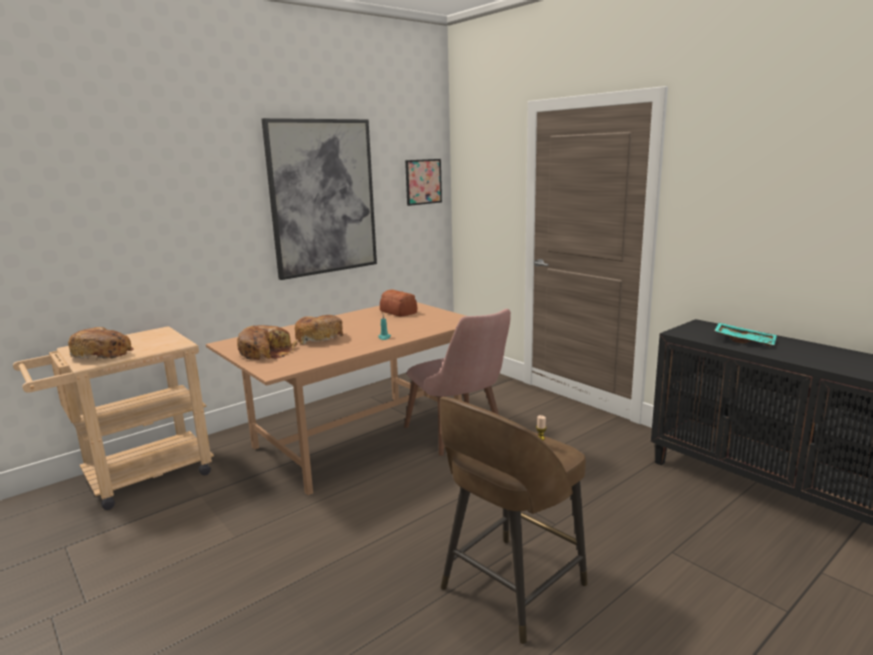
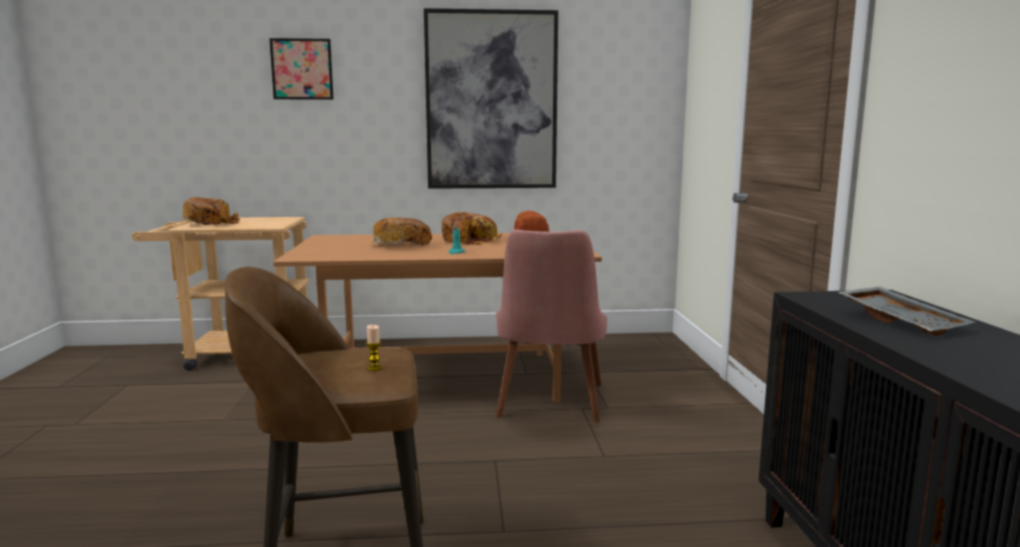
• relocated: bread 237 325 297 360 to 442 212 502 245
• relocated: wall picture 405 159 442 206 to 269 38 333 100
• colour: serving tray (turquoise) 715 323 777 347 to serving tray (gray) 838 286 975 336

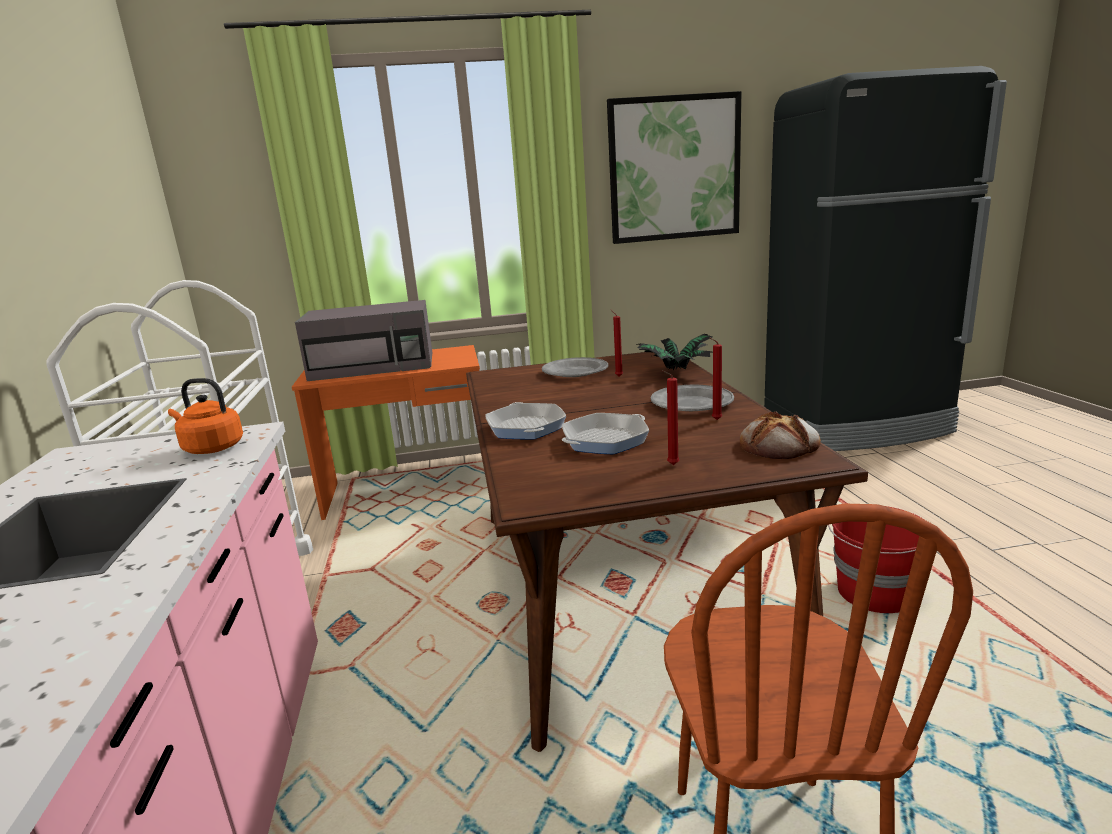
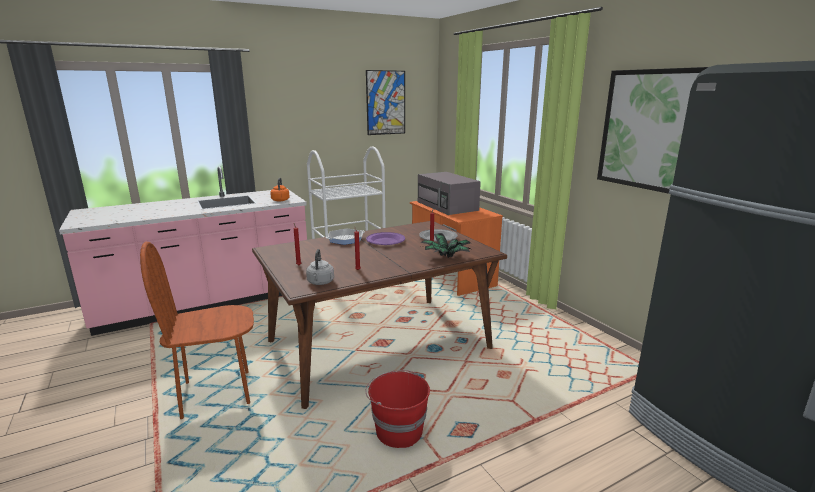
• missing: pan 562 413 649 454
• missing: flat dish (gray) 651 385 734 411
• appeared: wall picture 366 70 405 135
• appeared: flat dish (purple-coloured) 366 232 405 245
• exchanged: bread 740 411 821 459 to kettle (gray) 306 249 334 285

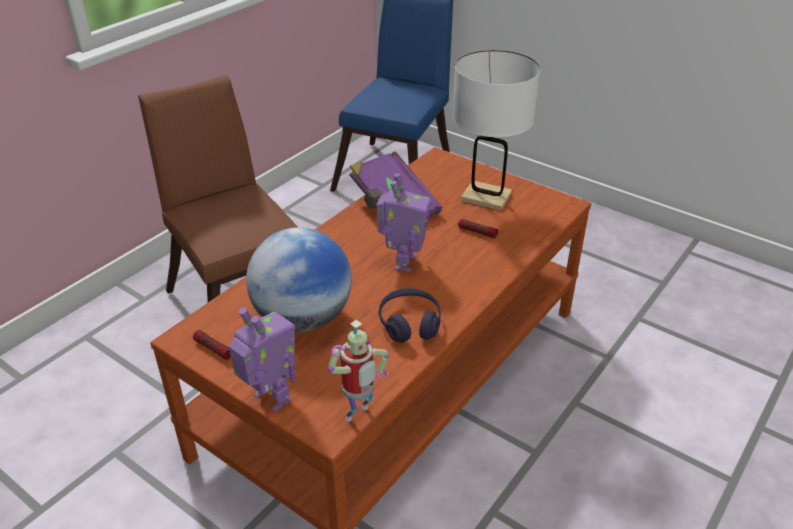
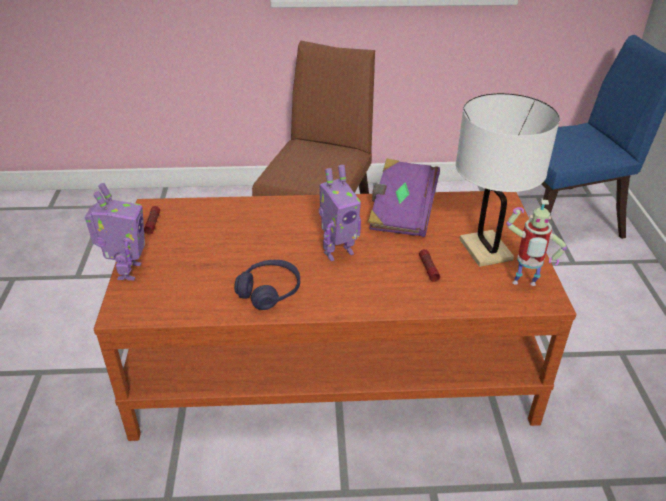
• missing: desk globe 246 227 352 332
• relocated: toy robot 328 320 389 422 to 506 200 567 286

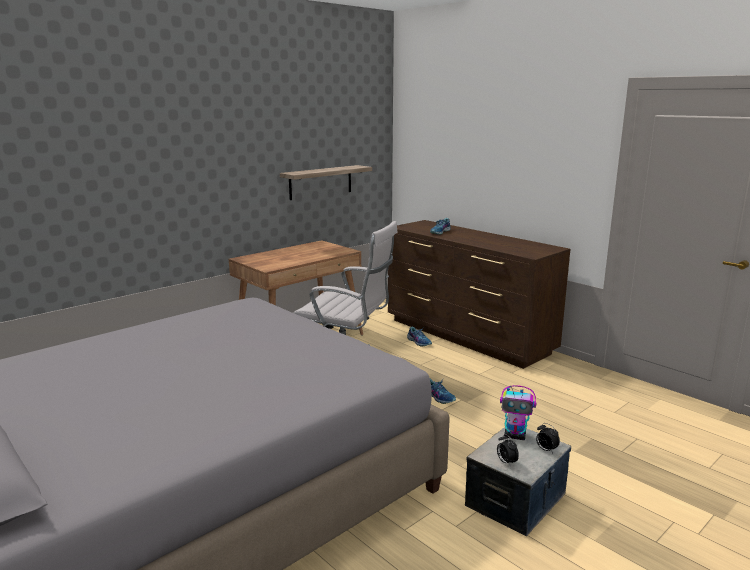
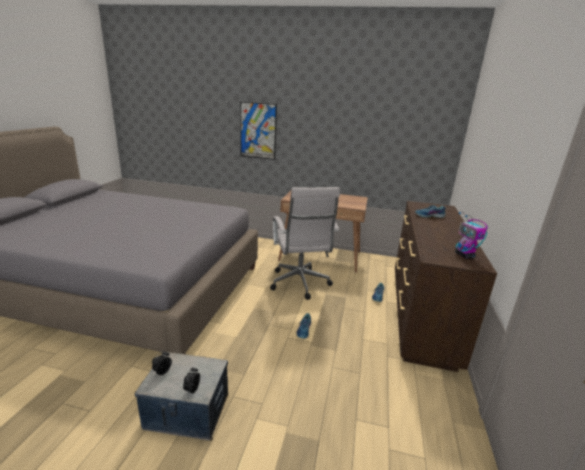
• missing: shelf 280 165 372 200
• appeared: wall picture 240 102 277 160
• relocated: toy robot 500 385 536 440 to 455 212 488 259

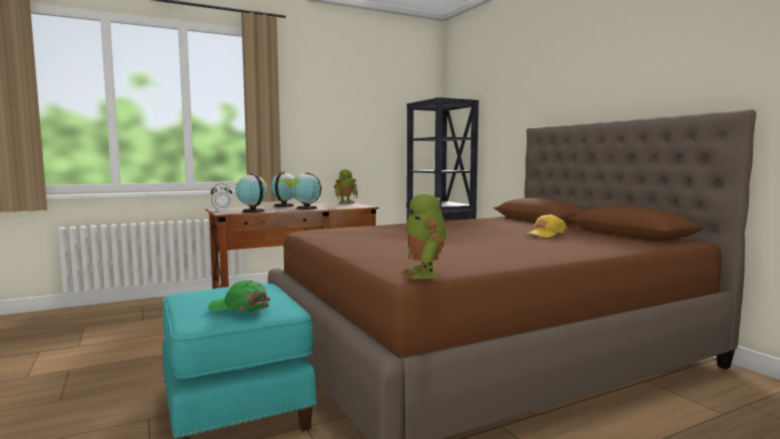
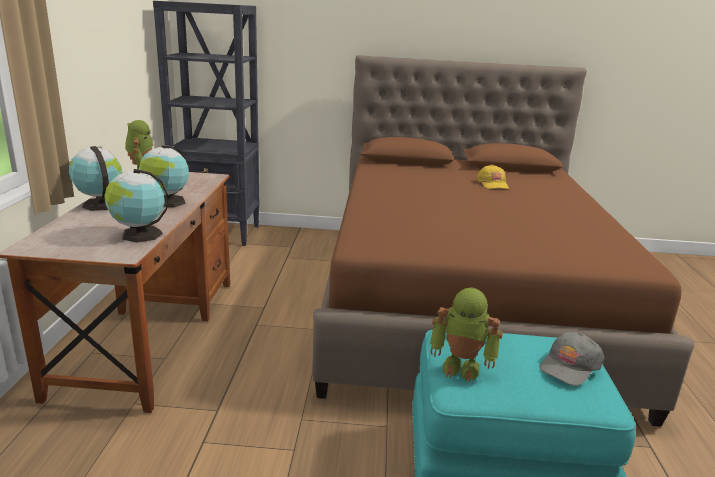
• missing: alarm clock 211 183 233 212
• relocated: toy robot 401 192 447 279 to 430 287 503 382
• colour: baseball cap (green) 209 280 270 312 to baseball cap (gray) 540 332 604 386

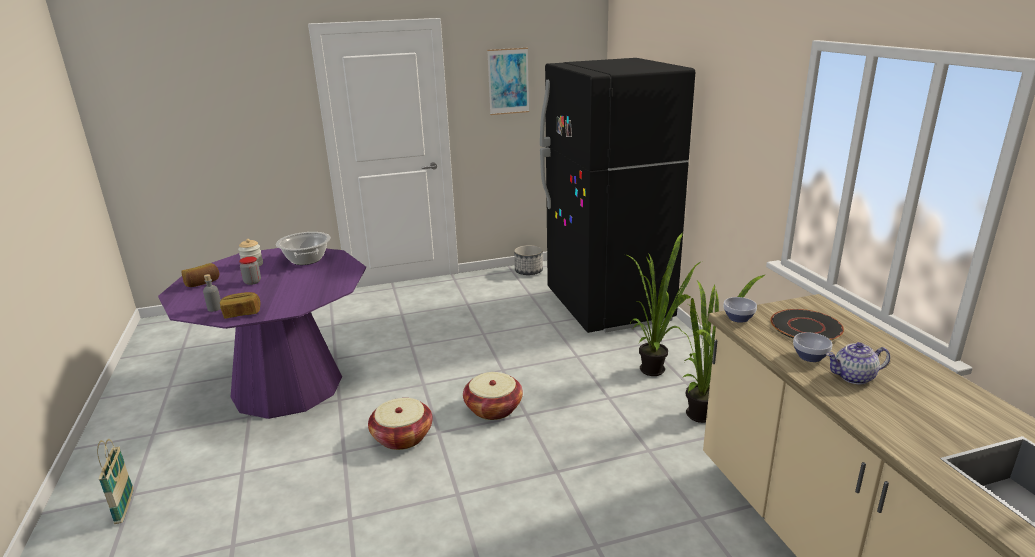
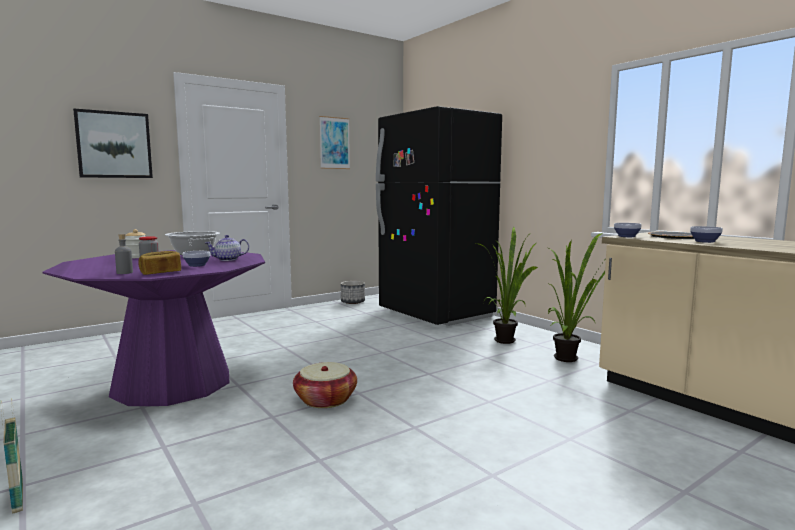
• missing: bread 181 263 219 287
• missing: household basket 463 372 523 420
• appeared: wall picture 73 109 153 178
• appeared: serving bowl 183 251 210 267
• relocated: tea pot 826 342 890 384 to 205 235 249 261

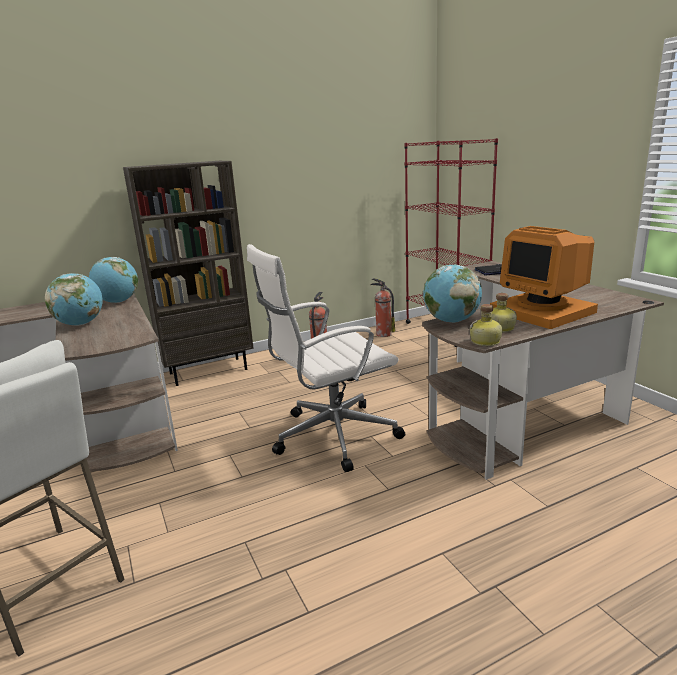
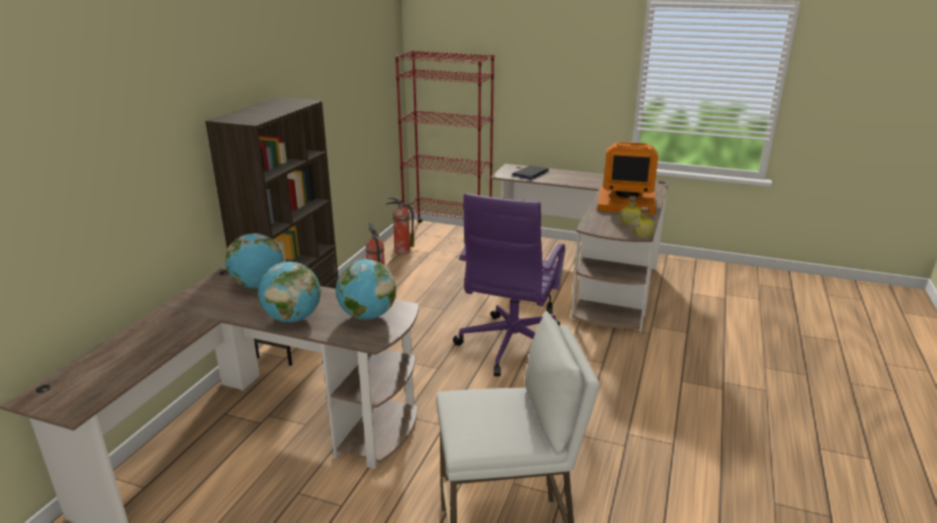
• relocated: desk globe 423 265 482 323 to 336 259 396 320
• colour: computer chair (white-coloured) 247 244 405 472 to computer chair (purple-coloured) 453 193 565 376

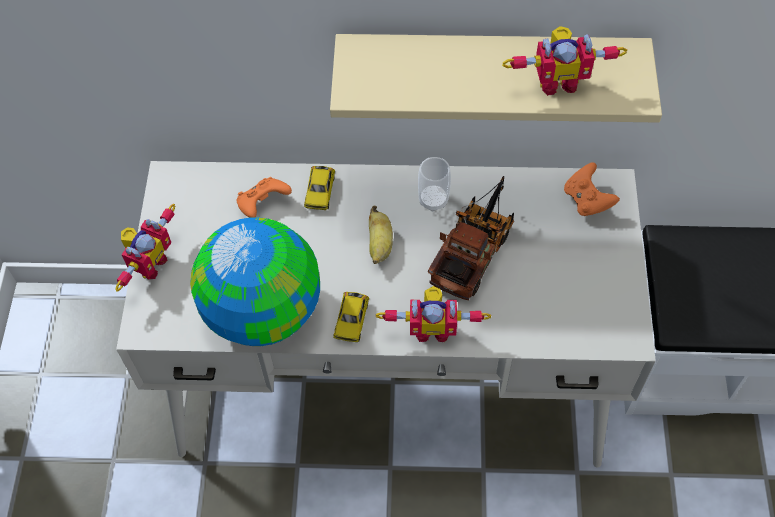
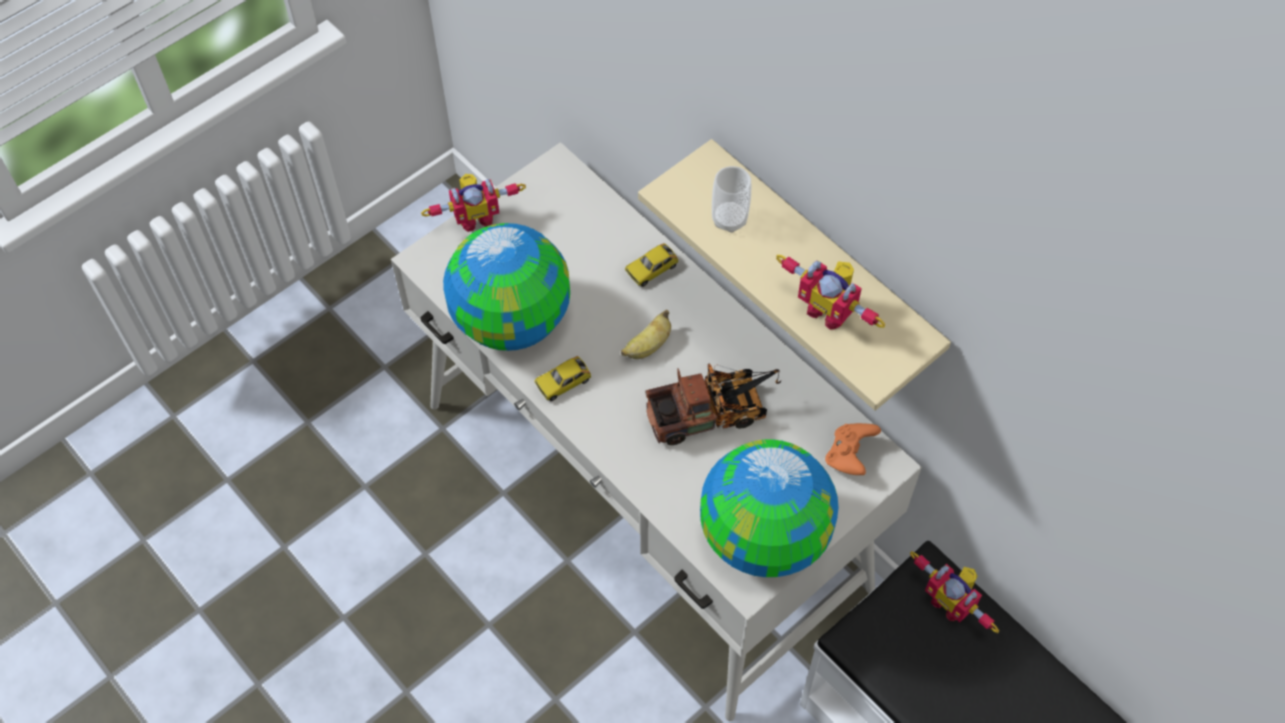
• missing: gamepad (orangey) 236 177 292 218
• appeared: desk globe 700 439 838 577
• relocated: toy robot 376 286 491 342 to 910 551 999 633
• relocated: small cup 418 157 451 211 to 712 166 751 233

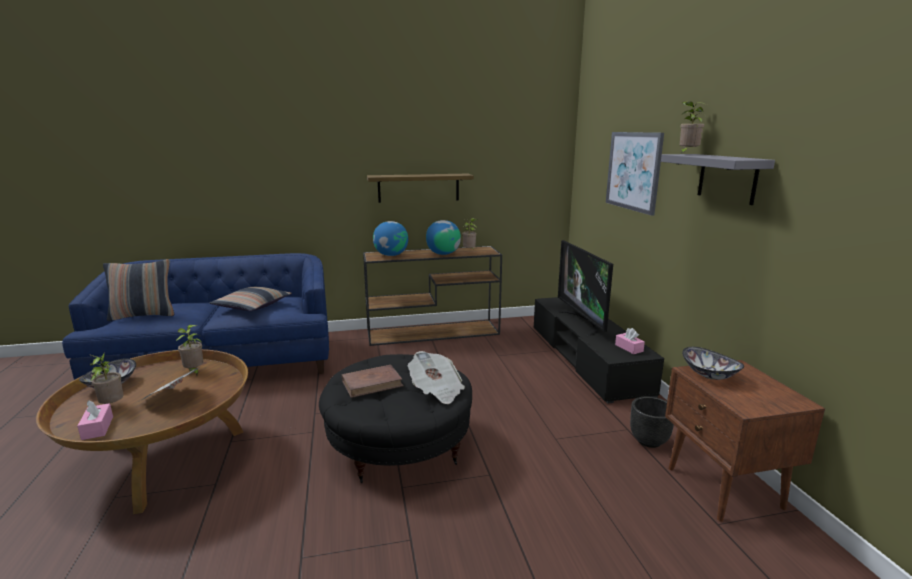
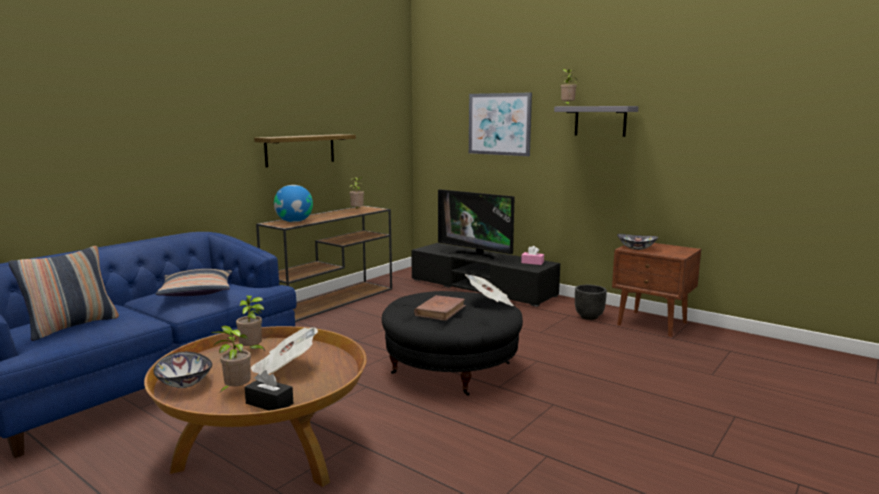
• missing: desk globe 426 220 461 255
• colour: box of tissues (pink) 77 400 113 440 to box of tissues (blackish) 245 370 293 411

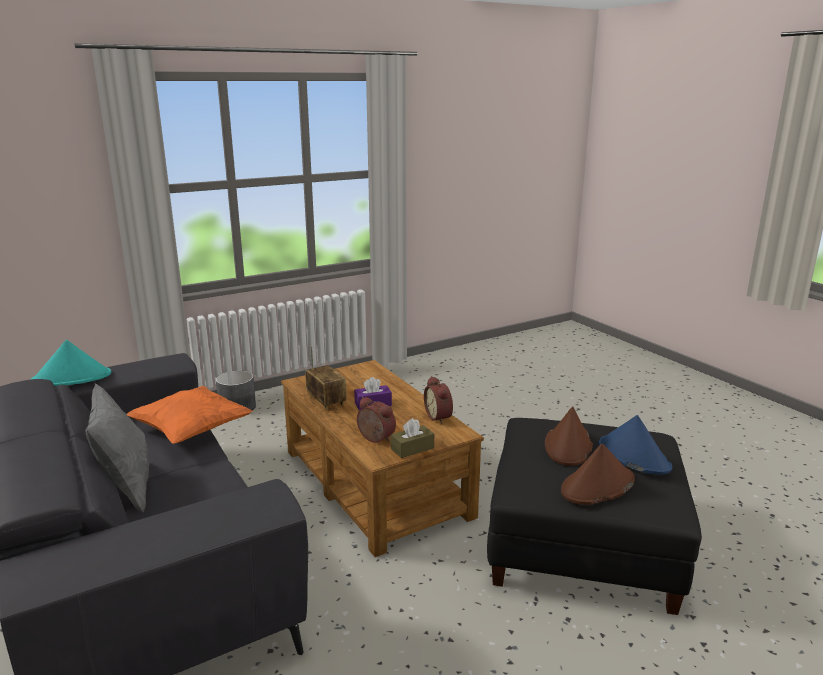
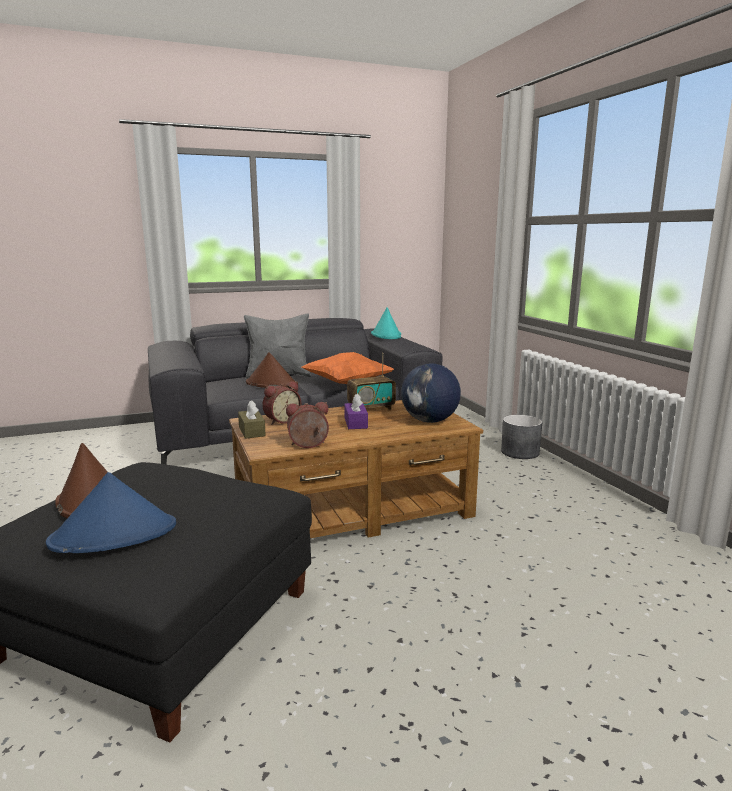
• appeared: desk globe 401 363 461 423
• relocated: hat (brownish) 545 406 593 466 to 246 352 298 388

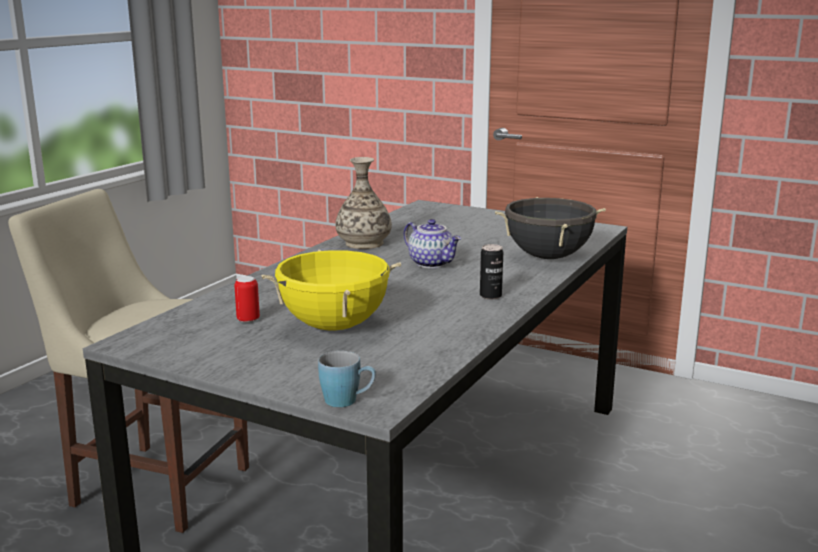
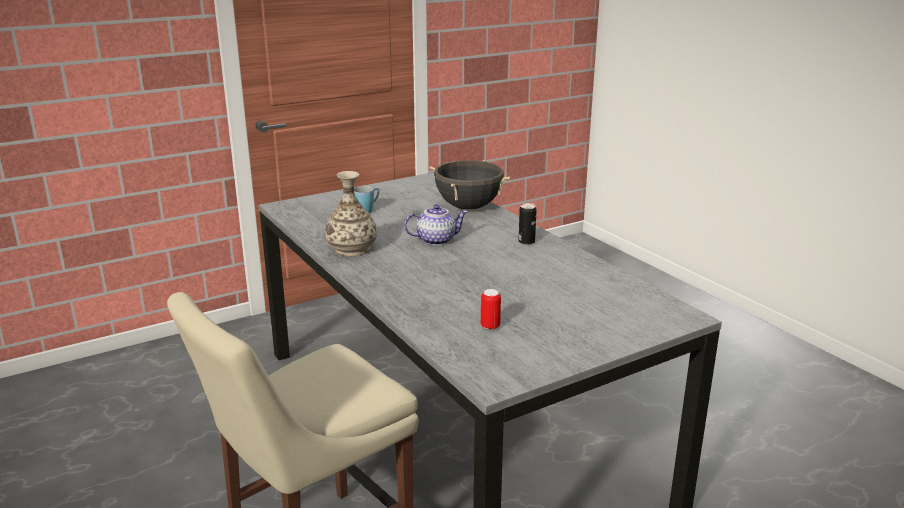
• missing: stockpot (yellowish) 261 249 401 330
• relocated: mug (blue-coloured) 318 351 376 407 to 354 186 379 213

